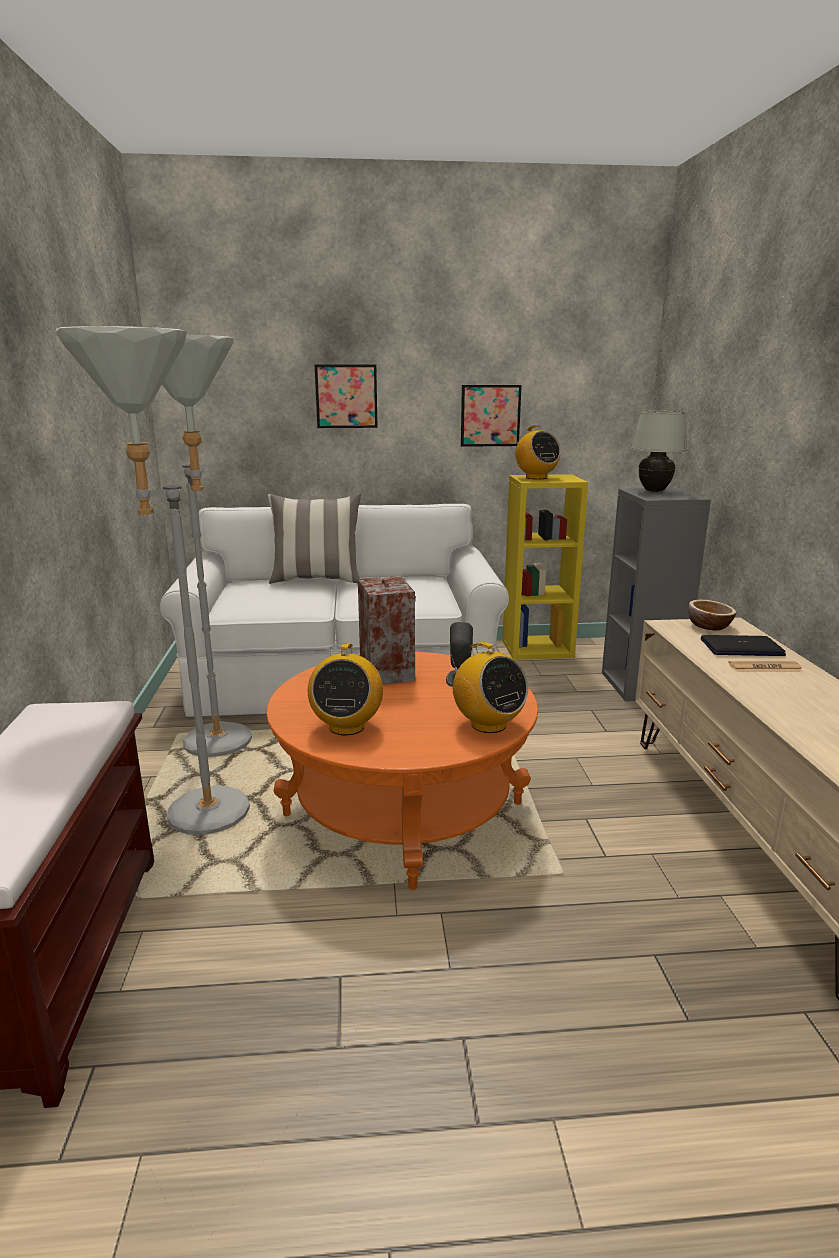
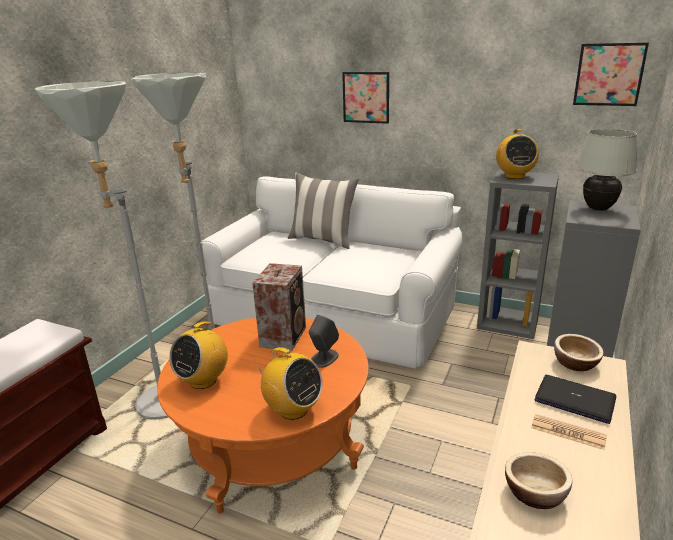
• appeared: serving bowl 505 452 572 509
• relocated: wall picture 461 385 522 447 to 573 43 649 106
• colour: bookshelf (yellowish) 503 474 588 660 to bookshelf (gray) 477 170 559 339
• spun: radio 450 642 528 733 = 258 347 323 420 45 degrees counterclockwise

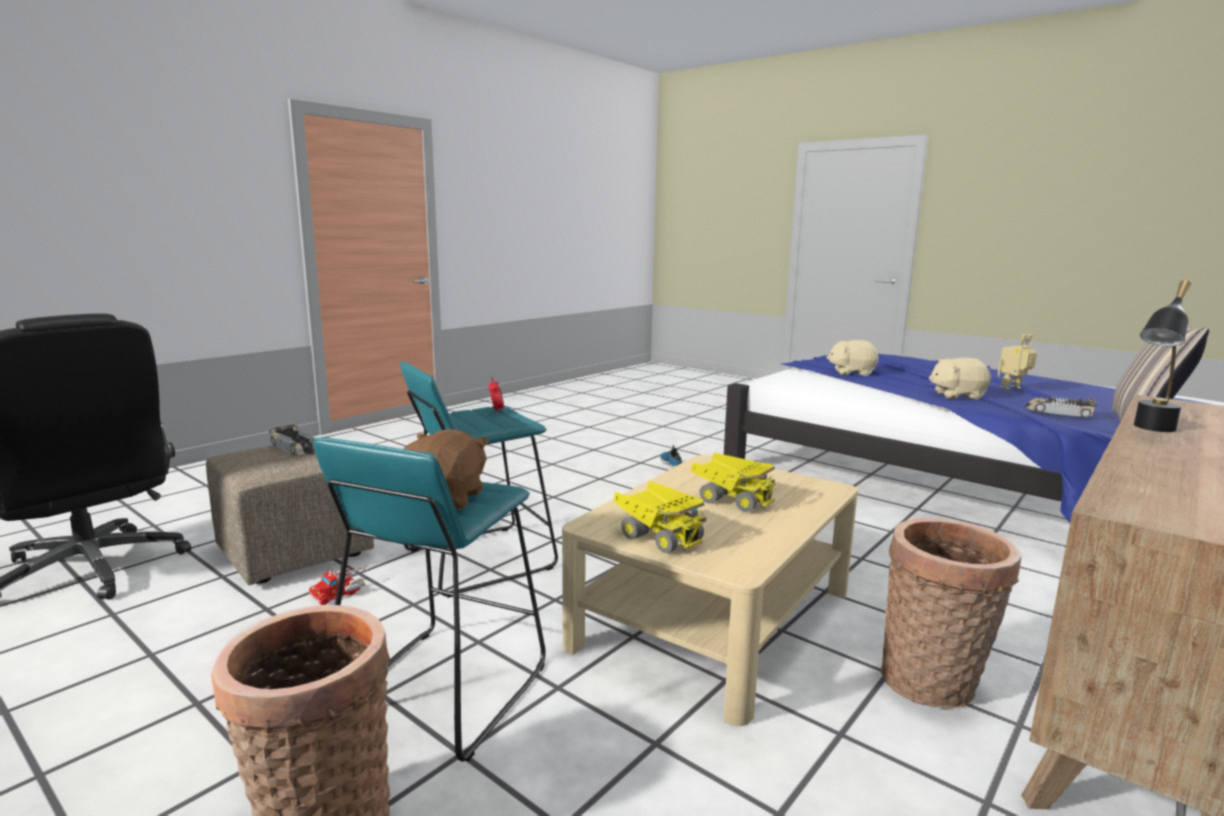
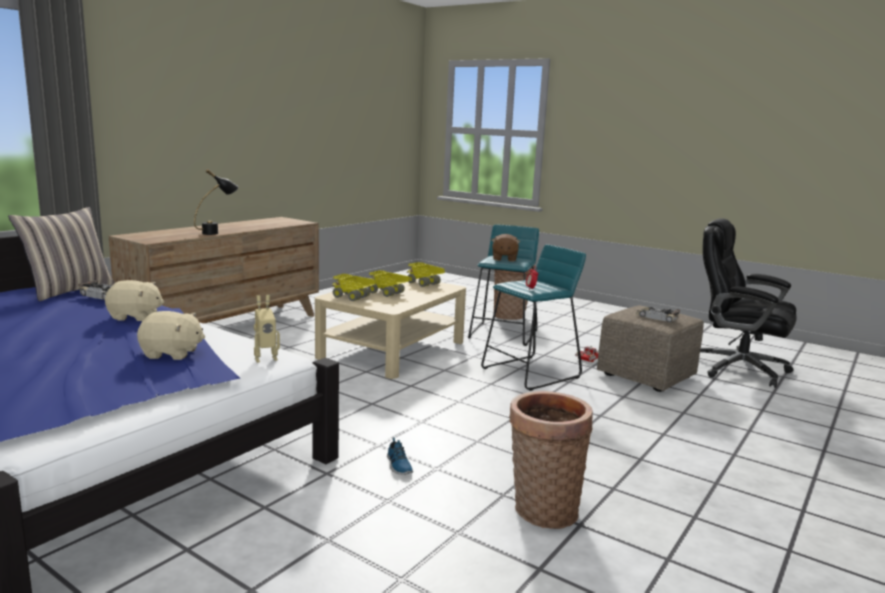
• appeared: toy truck 332 274 375 301
• relocated: household basket 881 518 1022 709 to 509 391 593 529
• relocated: toy robot 998 334 1037 390 to 254 295 280 363

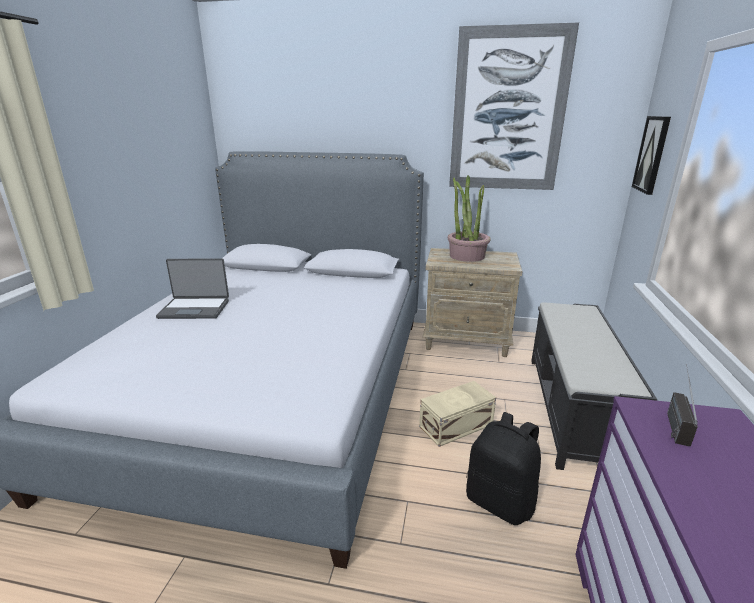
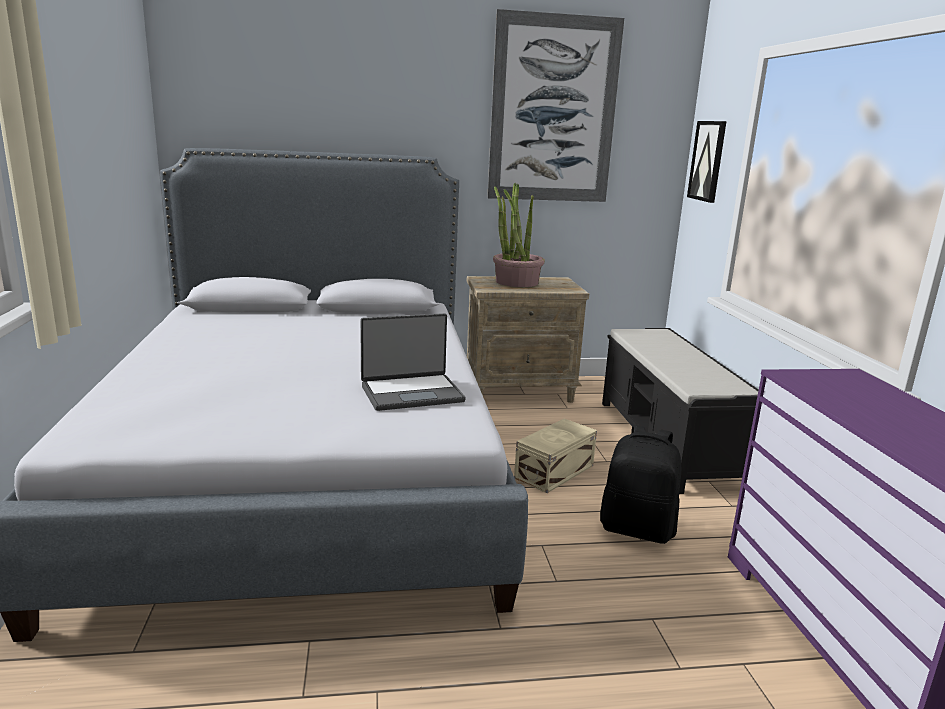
• missing: radio 667 364 698 446
• relocated: laptop 156 258 229 319 to 360 313 466 411

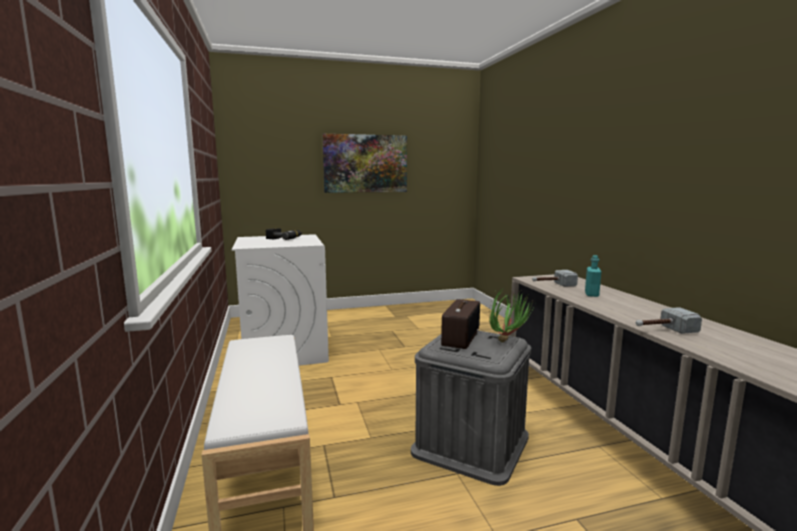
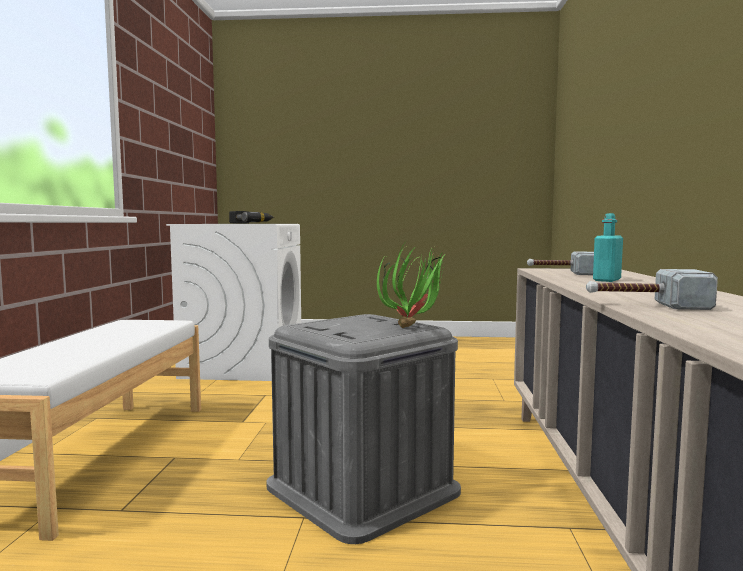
• missing: wall picture 322 134 407 193
• missing: radio 441 299 480 349

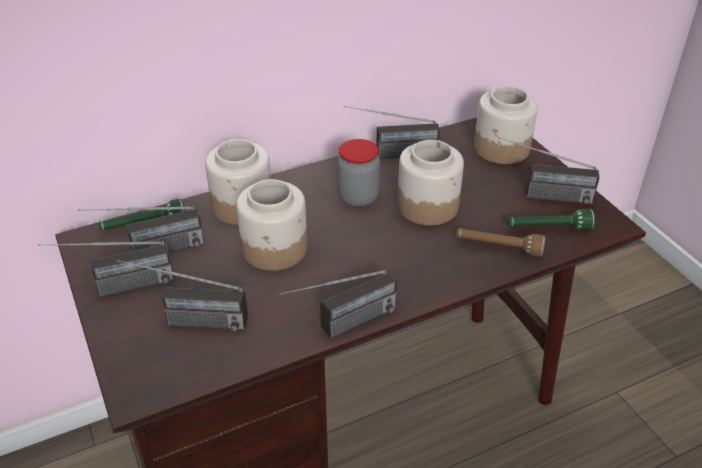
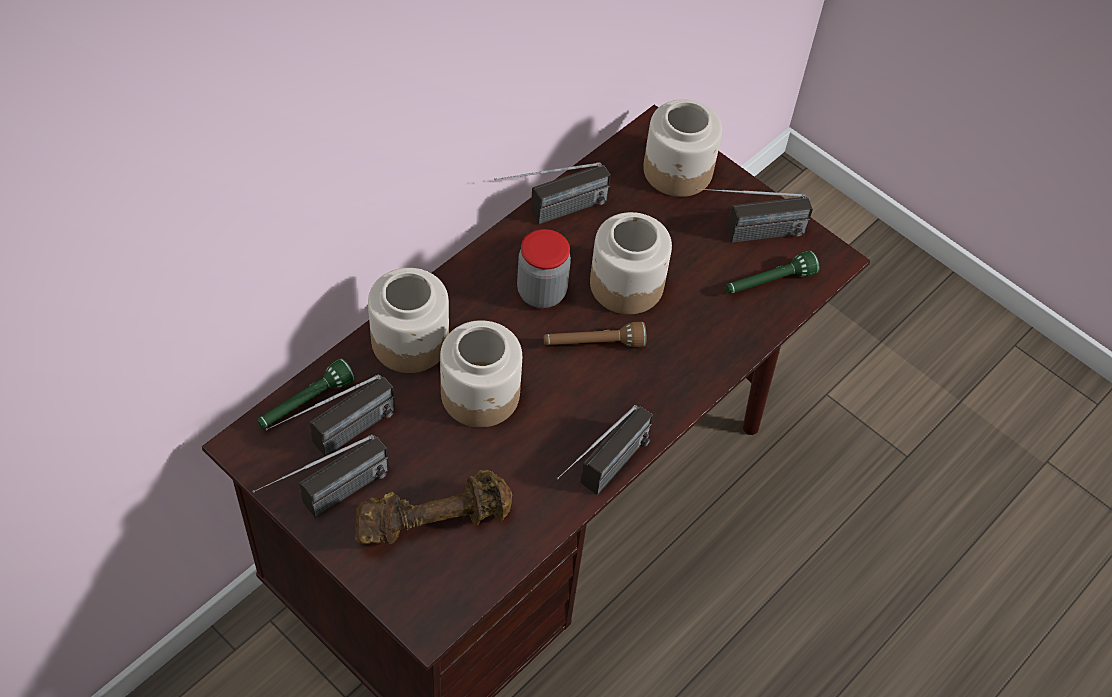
• relocated: torch (brownish) 456 228 546 257 to 544 322 646 347
• exchanged: radio 117 260 248 331 to dumbbell (brownish) 355 470 513 544

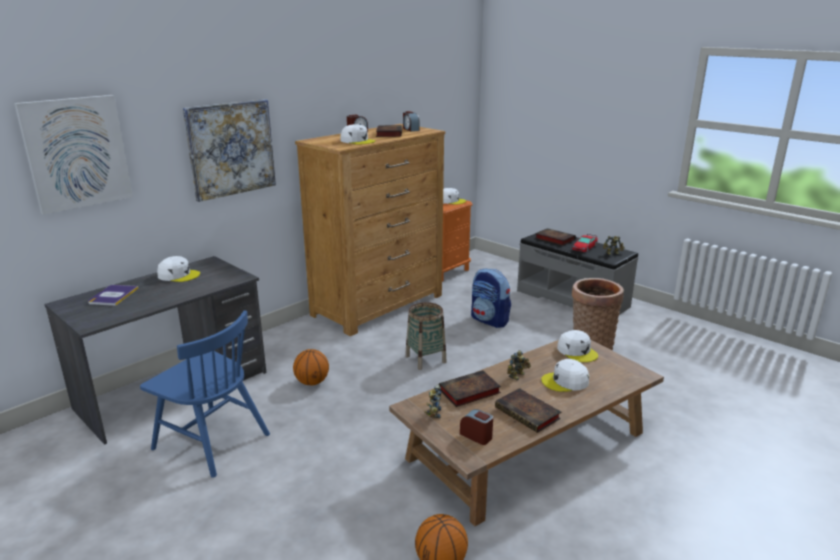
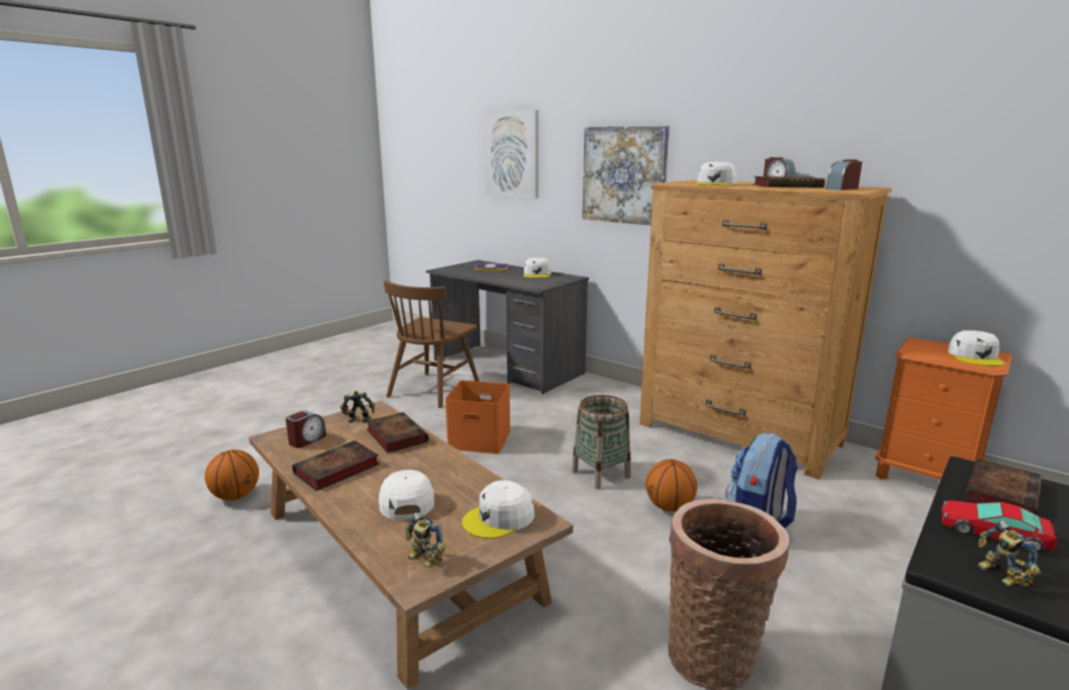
• appeared: storage box (orangey) 445 380 511 454
• relocated: ball for basketball 293 349 329 385 to 646 459 697 512
• relocated: toy robot 507 350 531 380 to 405 513 446 567
• colour: chair (blue-coloured) 140 310 270 478 to chair (brownish) 384 280 479 408

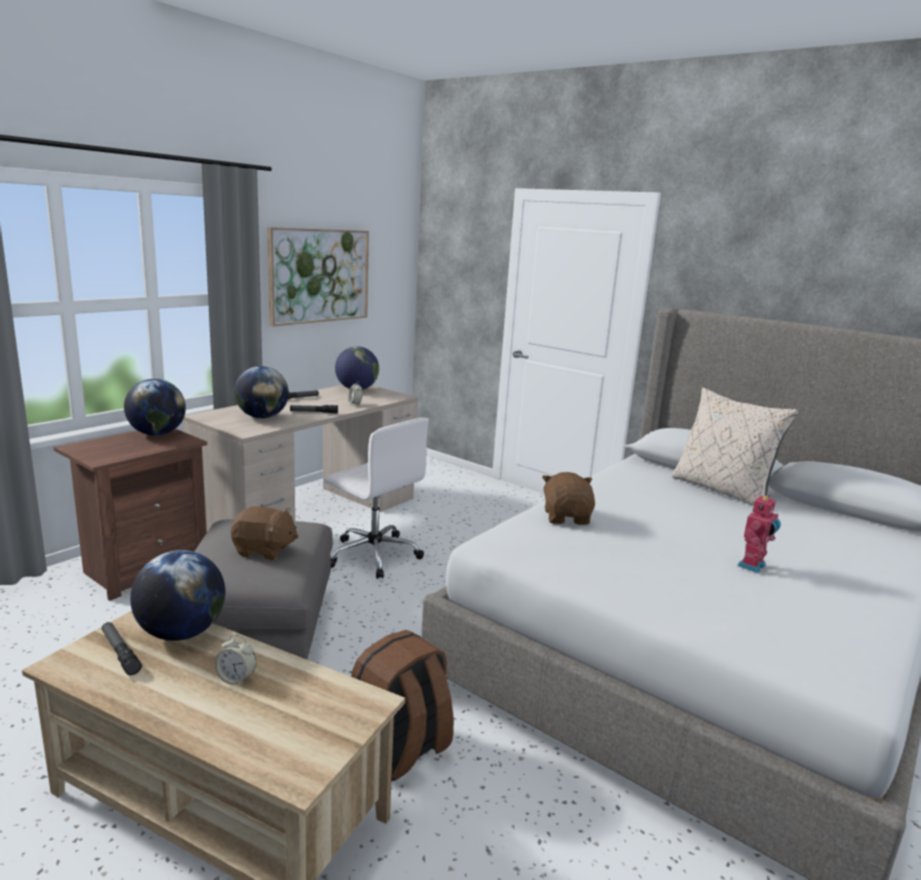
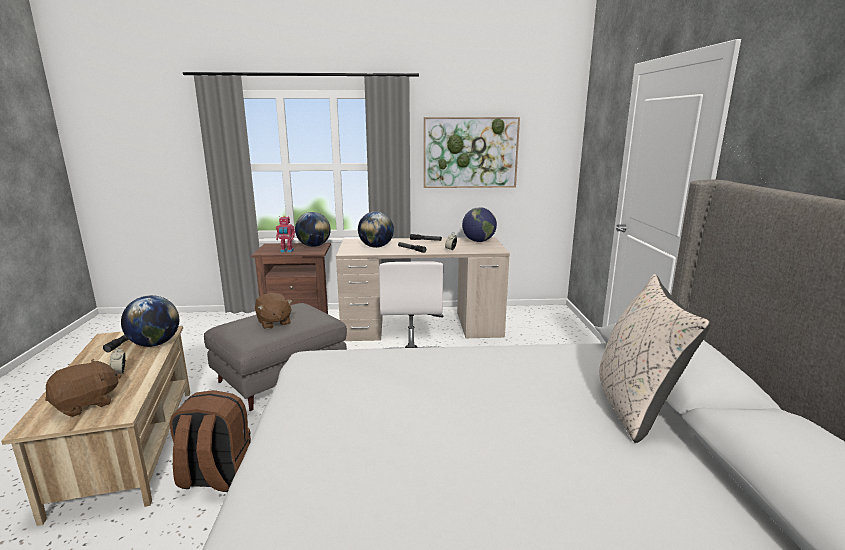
• relocated: plush toy (brownish) 542 472 595 525 to 45 359 121 417
• relocated: toy robot 737 495 781 573 to 276 216 295 252

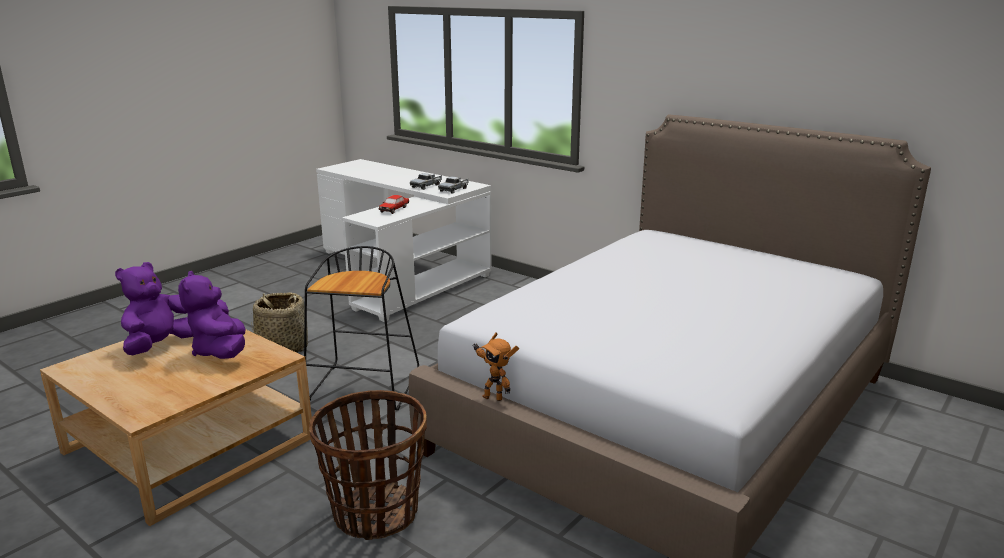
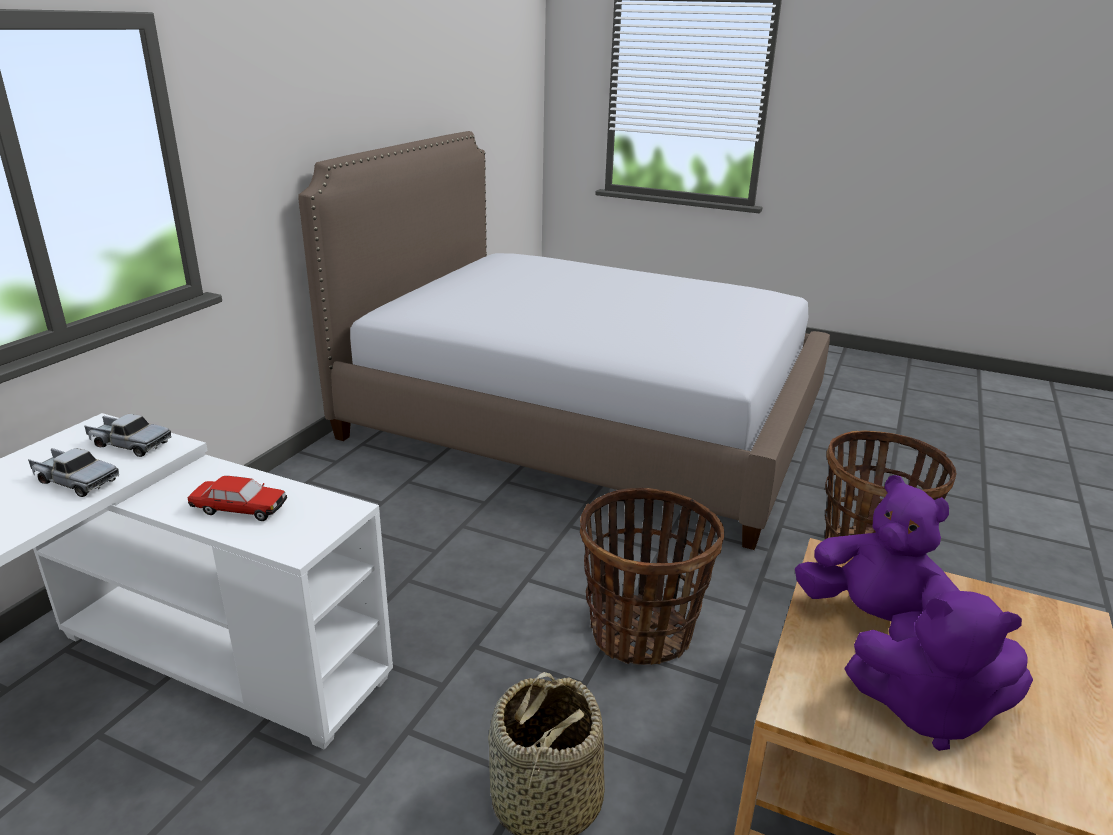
• missing: toy robot 472 332 519 401
• exchanged: stool seat (blackish) 304 246 419 410 to household basket 580 488 724 665
• spun: plush toy (purple-coloured) 178 271 245 359 = 795 475 960 642 105 degrees counterclockwise

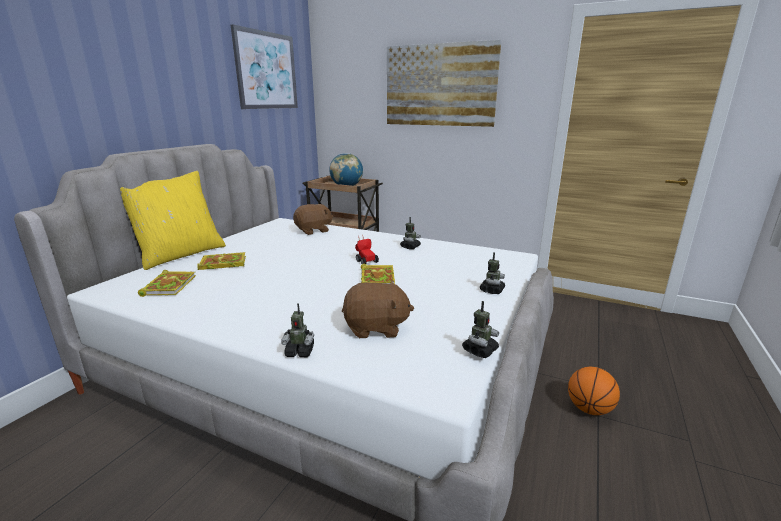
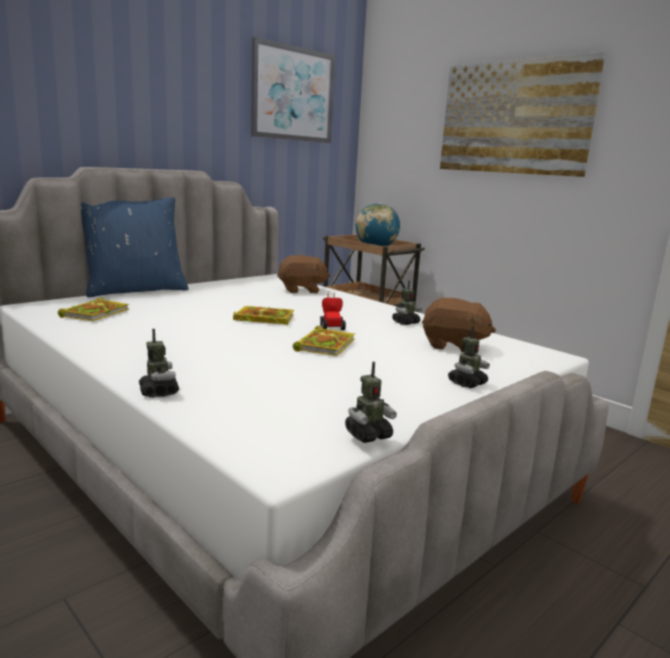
• missing: ball for basketball 568 367 620 415
• relocated: book 197 252 246 270 to 233 306 294 326
• relocated: plush toy (brownish) 342 280 414 338 to 422 298 496 353
• colour: throw pillow (yellowish) 120 171 226 270 to throw pillow (blue-coloured) 81 197 188 297
• spun: toy robot 281 303 314 357 = 139 329 179 397 135 degrees counterclockwise

